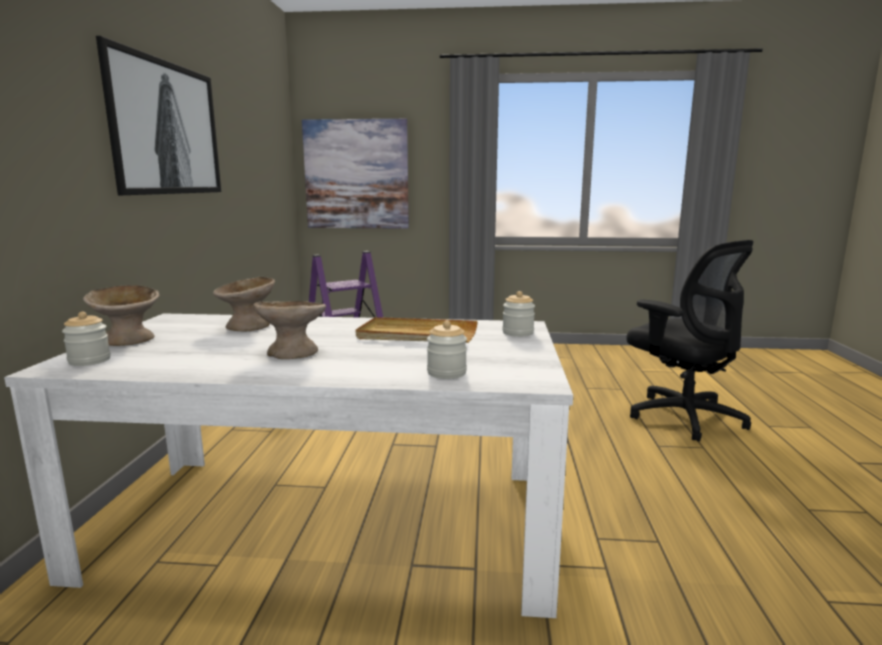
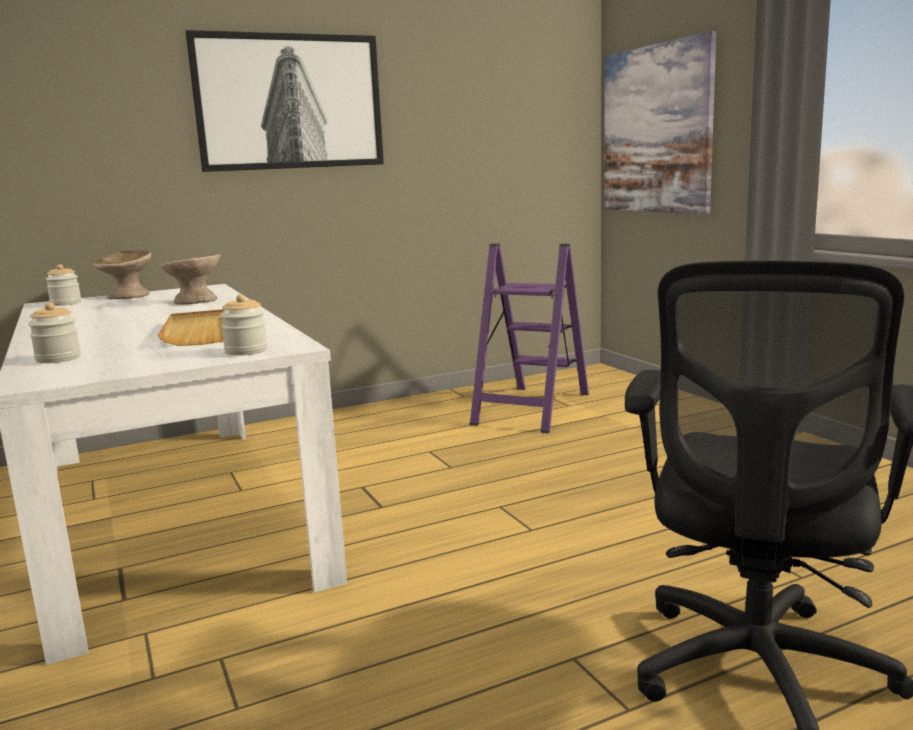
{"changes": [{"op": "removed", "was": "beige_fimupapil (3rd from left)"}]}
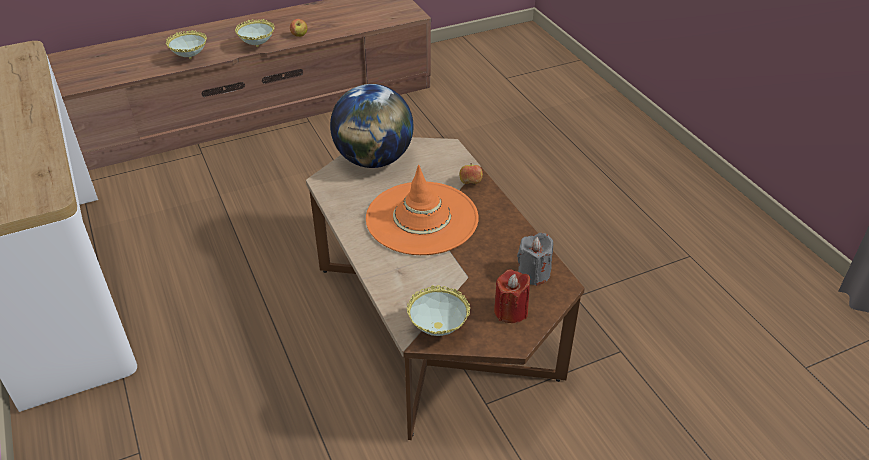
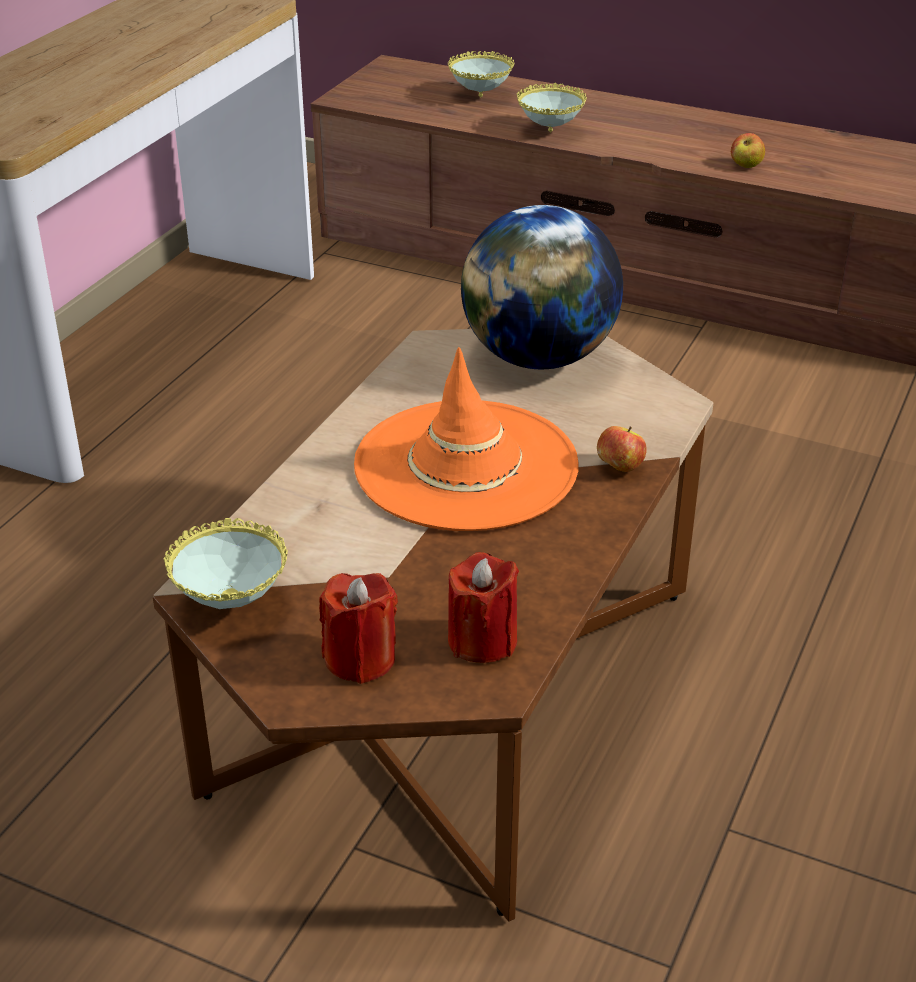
{"changes": [{"op": "moved", "was": "fimupapil (2nd from left)"}, {"op": "recoloured", "was": "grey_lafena", "now": "red_lafena (2nd from left)"}]}
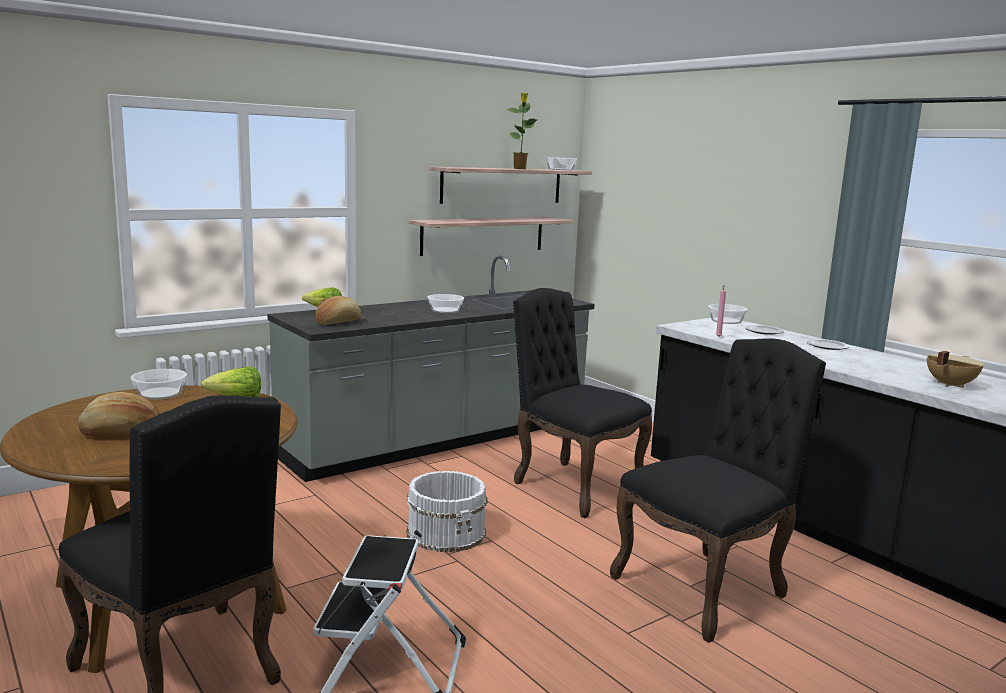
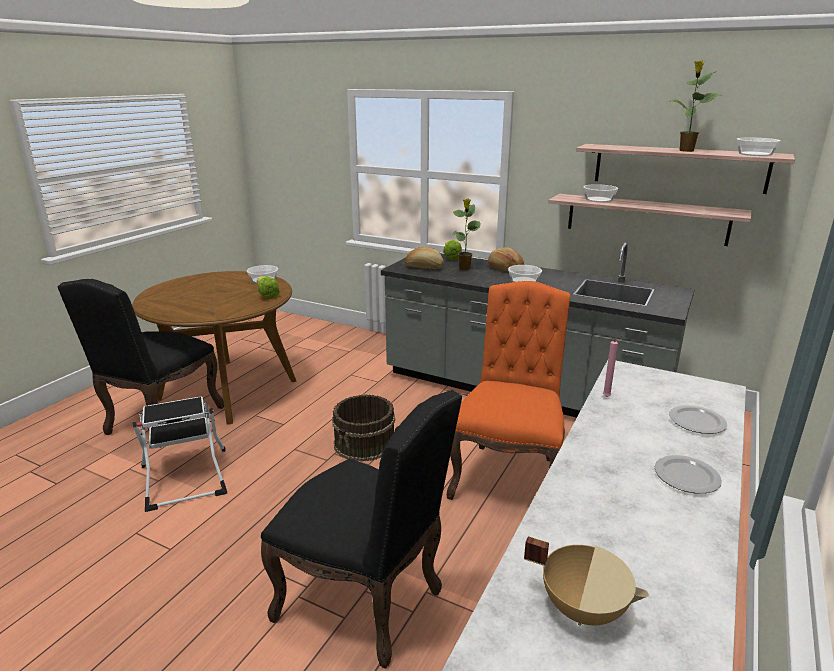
{"changes": [{"op": "recoloured", "was": "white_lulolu", "now": "brown_lulolu"}, {"op": "recoloured", "was": "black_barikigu (2nd from left)", "now": "orange_barikigu"}, {"op": "added", "now": "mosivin (1st from left)"}, {"op": "moved", "was": "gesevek (1st from left in the first image)", "now": "gesevek (2nd from left)"}, {"op": "moved", "was": "fimupapil (4th from left in the first image)", "now": "fimupapil (3rd from left)"}]}
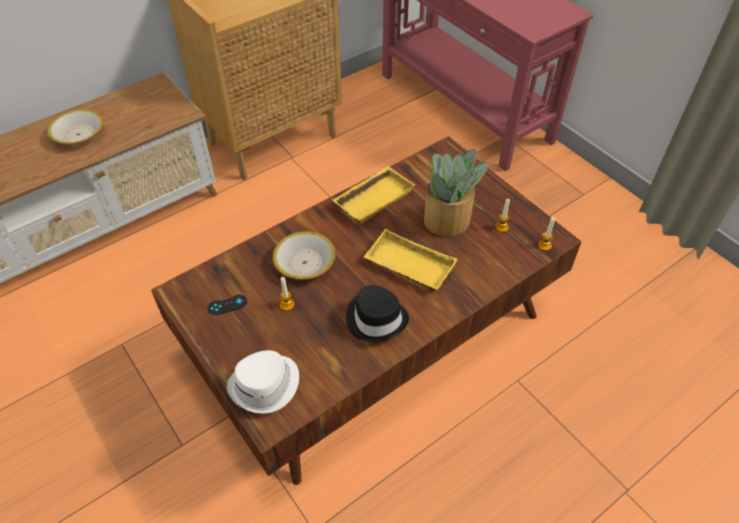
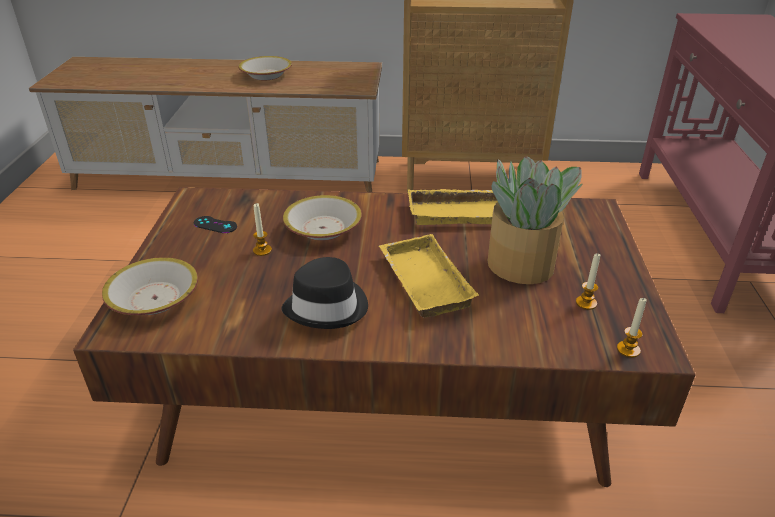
{"changes": [{"op": "replaced", "was": "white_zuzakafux", "now": "fimupapil (1st from left)"}]}
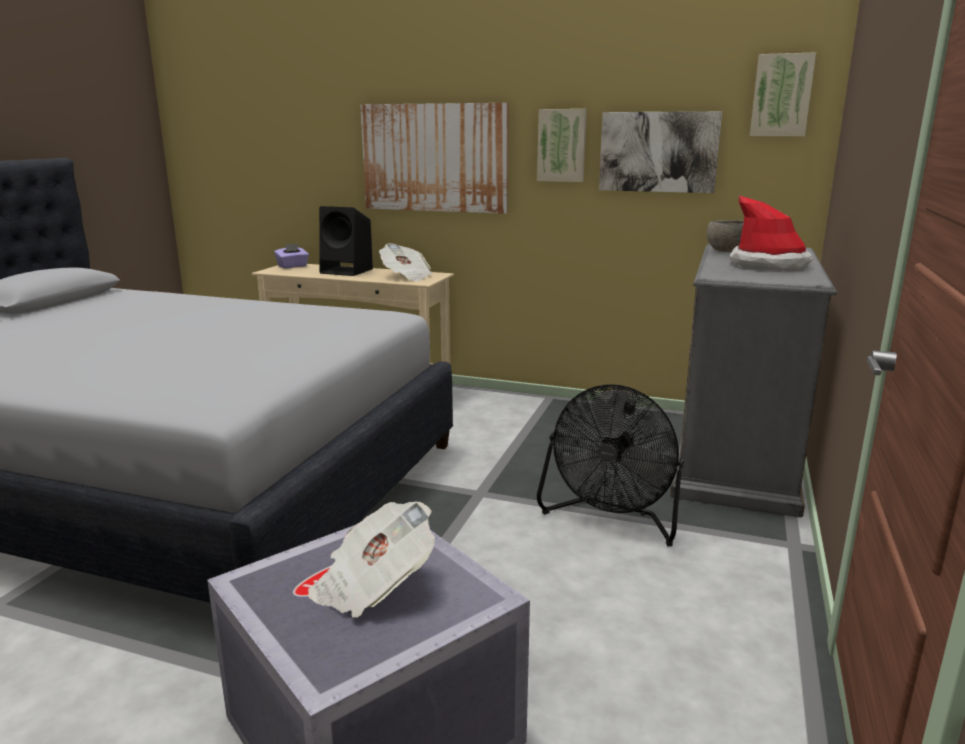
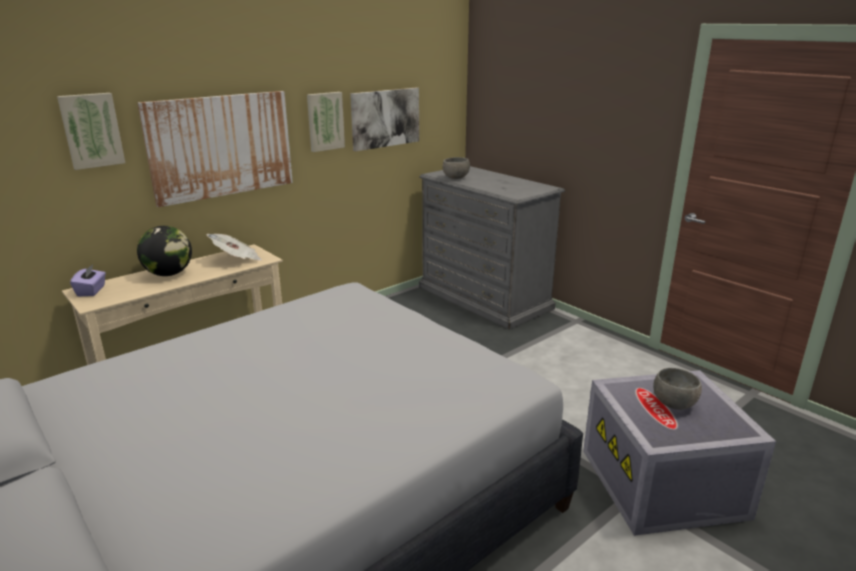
{"changes": [{"op": "moved", "was": "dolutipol (4th from left in the first image)", "now": "dolutipol (1st from left)"}, {"op": "replaced", "was": "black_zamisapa", "now": "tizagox"}, {"op": "replaced", "was": "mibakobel (1st from left)", "now": "grey_fimupapil (2nd from left)"}, {"op": "removed", "was": "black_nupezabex"}, {"op": "removed", "was": "zuzakafux"}]}
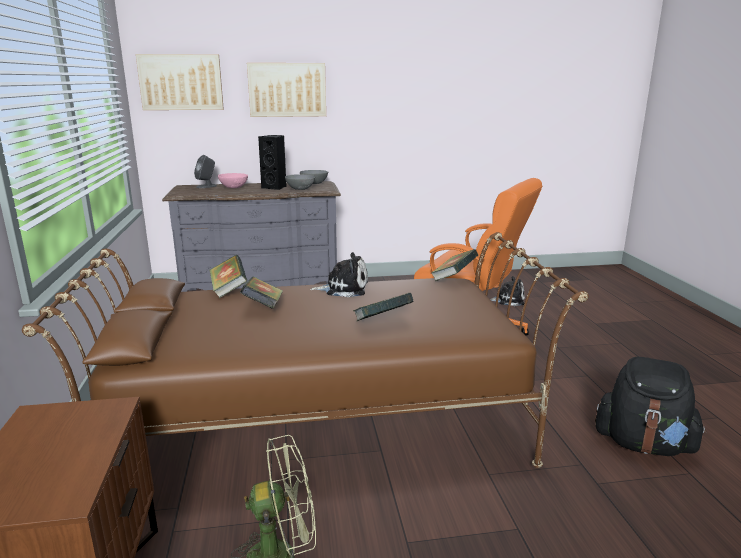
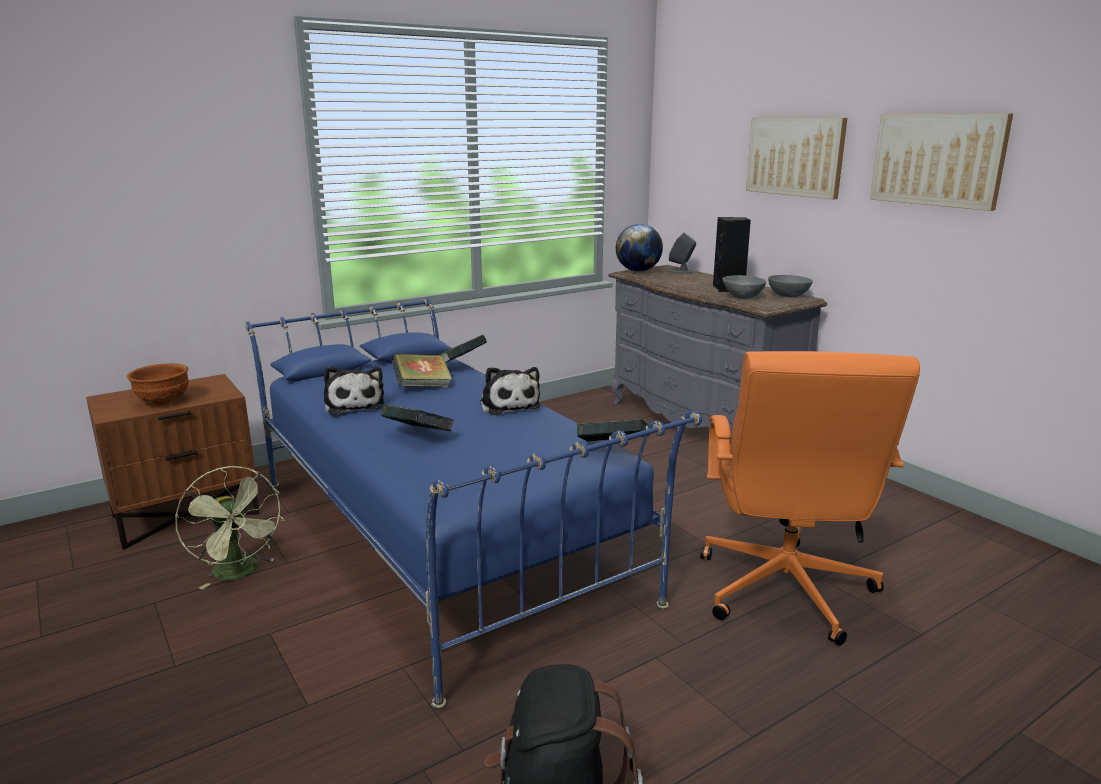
{"changes": [{"op": "added", "now": "brown_fimupapil"}, {"op": "recoloured", "was": "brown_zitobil", "now": "blue_zitobil"}, {"op": "moved", "was": "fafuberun (2nd from left in the first image)", "now": "fafuberun (1st from left)"}, {"op": "added", "now": "tizagox"}, {"op": "moved", "was": "dolutipol (1st from left in the first image)", "now": "dolutipol (2nd from left)"}, {"op": "removed", "was": "pink_fimupapil"}]}
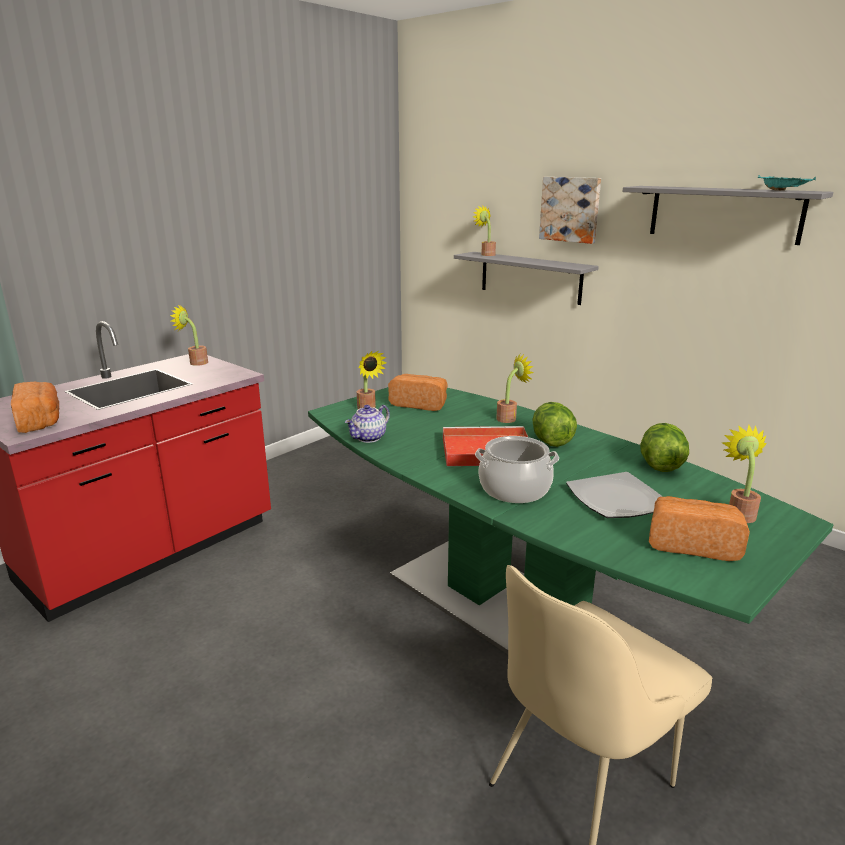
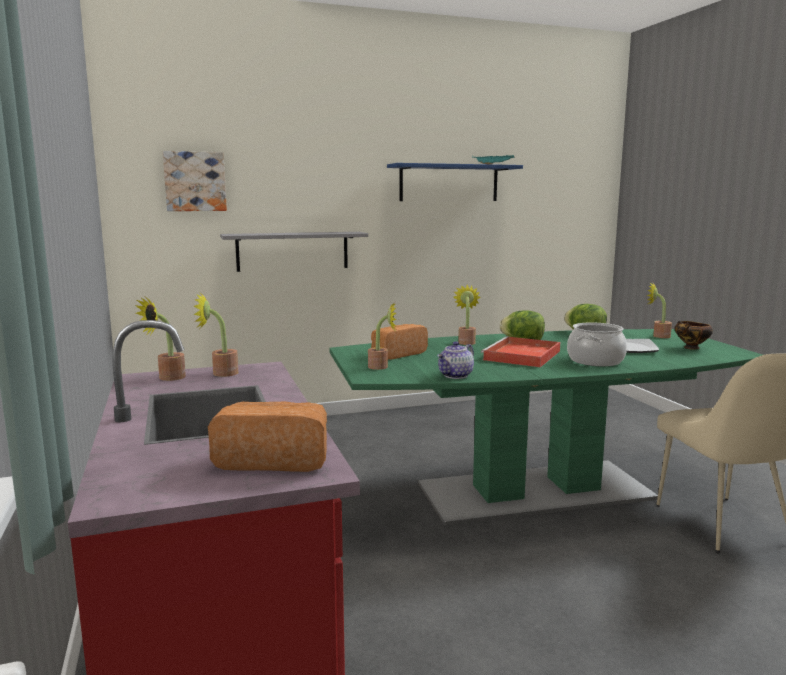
{"changes": [{"op": "moved", "was": "dolutipol"}, {"op": "moved", "was": "mosivin (3rd from left in the first image)", "now": "mosivin (2nd from left)"}, {"op": "recoloured", "was": "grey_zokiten (2nd from left)", "now": "blue_zokiten"}, {"op": "turned", "was": "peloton", "clockwise": 60}, {"op": "replaced", "was": "gesevek (3rd from left)", "now": "fimupapil"}]}
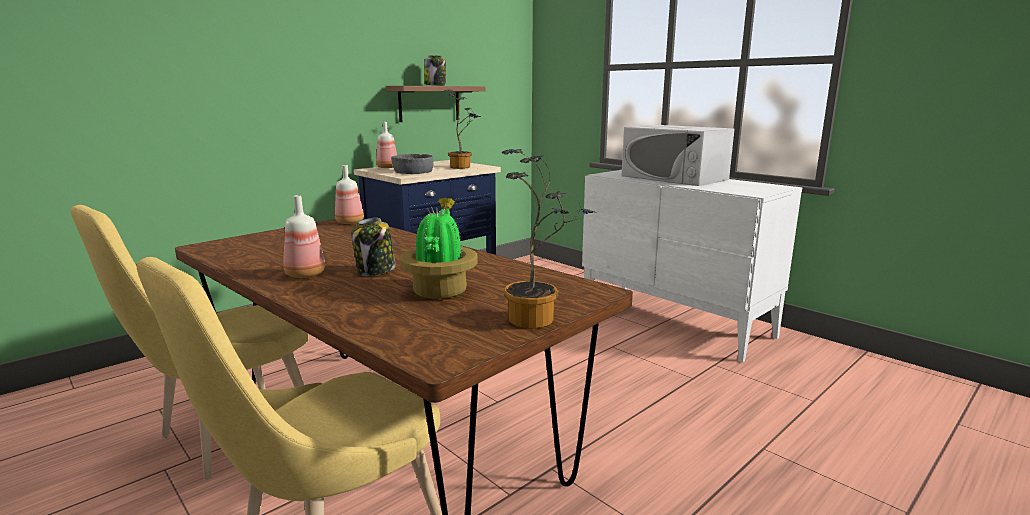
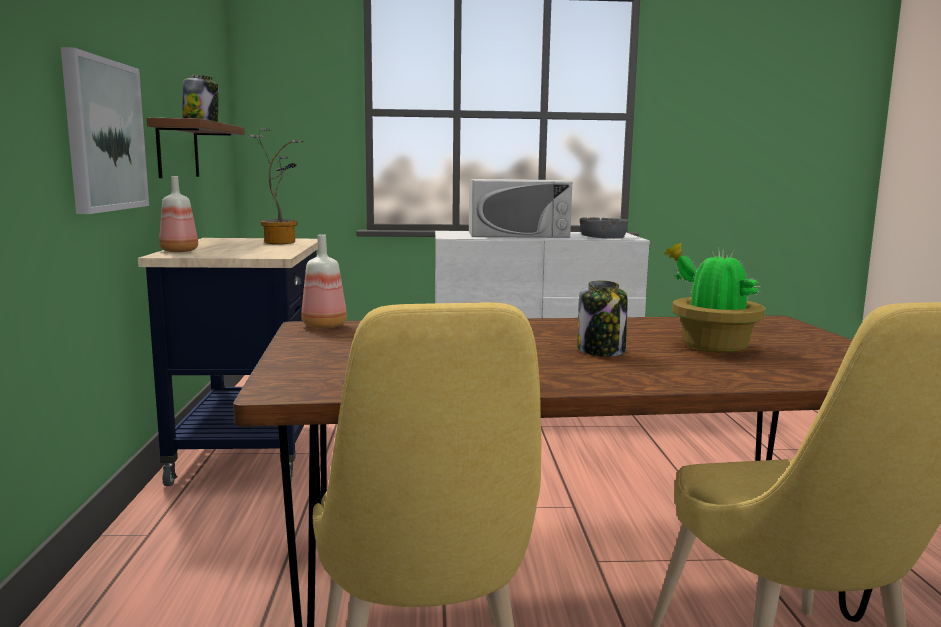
{"changes": [{"op": "added", "now": "dolutipol"}, {"op": "moved", "was": "grey_fimupapil"}, {"op": "removed", "was": "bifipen (1st from left)"}, {"op": "removed", "was": "mosivin (3rd from left)"}]}
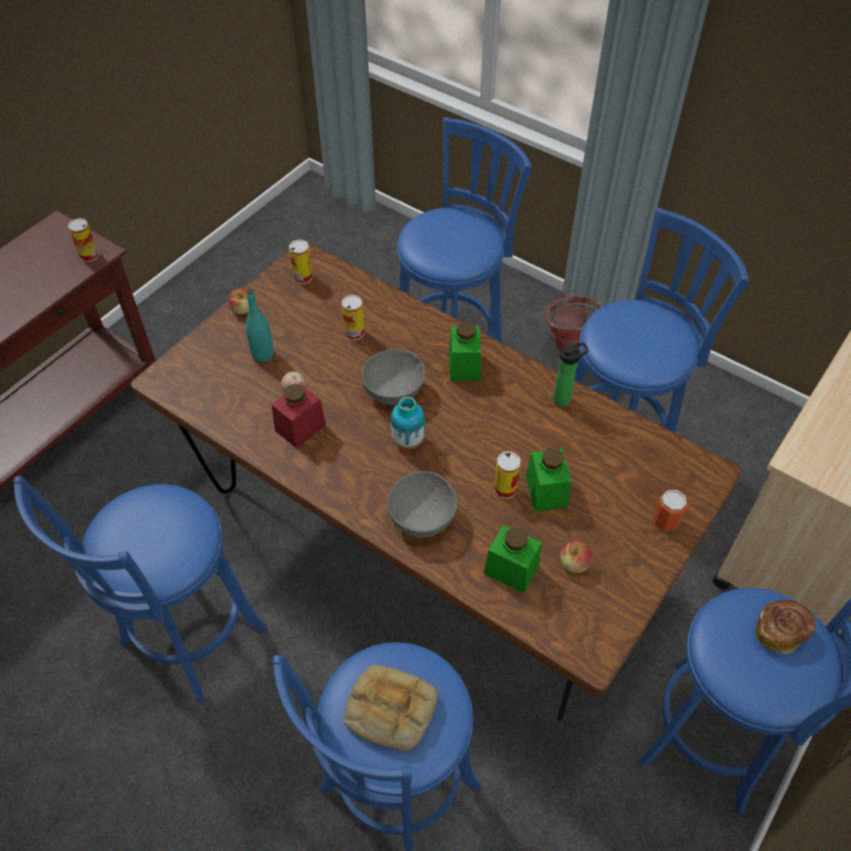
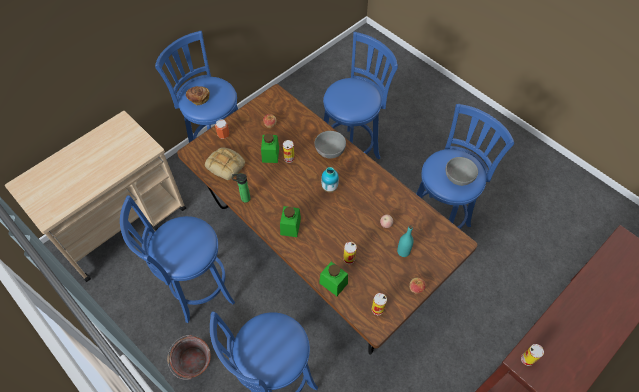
{"changes": [{"op": "moved", "was": "gesevek (1st from left in the first image)", "now": "gesevek (2nd from left)"}, {"op": "moved", "was": "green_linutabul (2nd from left in the first image)", "now": "green_linutabul (3rd from left)"}, {"op": "moved", "was": "grey_fimupapil (1st from left in the first image)", "now": "grey_fimupapil (2nd from left)"}, {"op": "removed", "was": "red_linutabul"}]}
